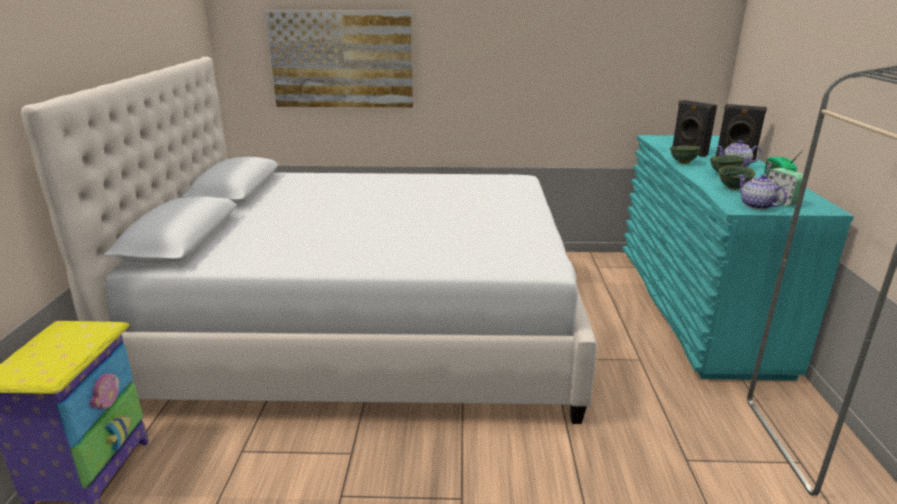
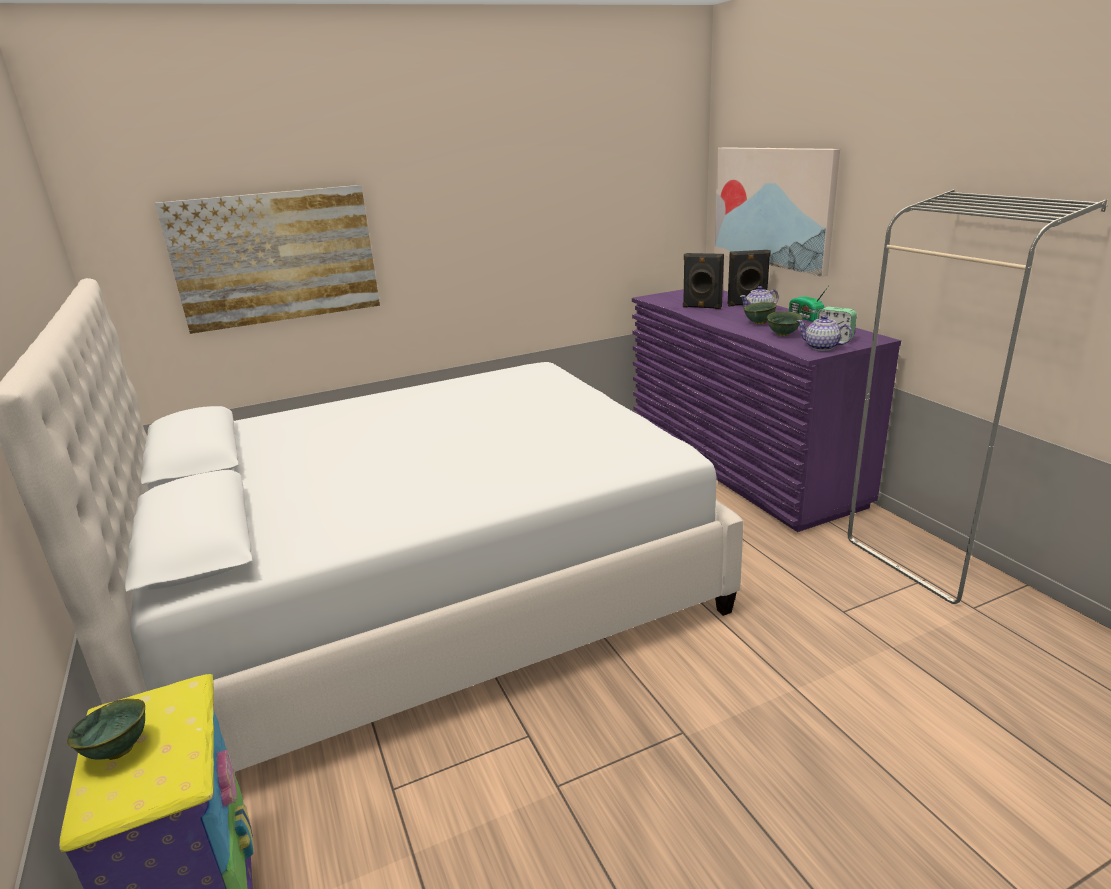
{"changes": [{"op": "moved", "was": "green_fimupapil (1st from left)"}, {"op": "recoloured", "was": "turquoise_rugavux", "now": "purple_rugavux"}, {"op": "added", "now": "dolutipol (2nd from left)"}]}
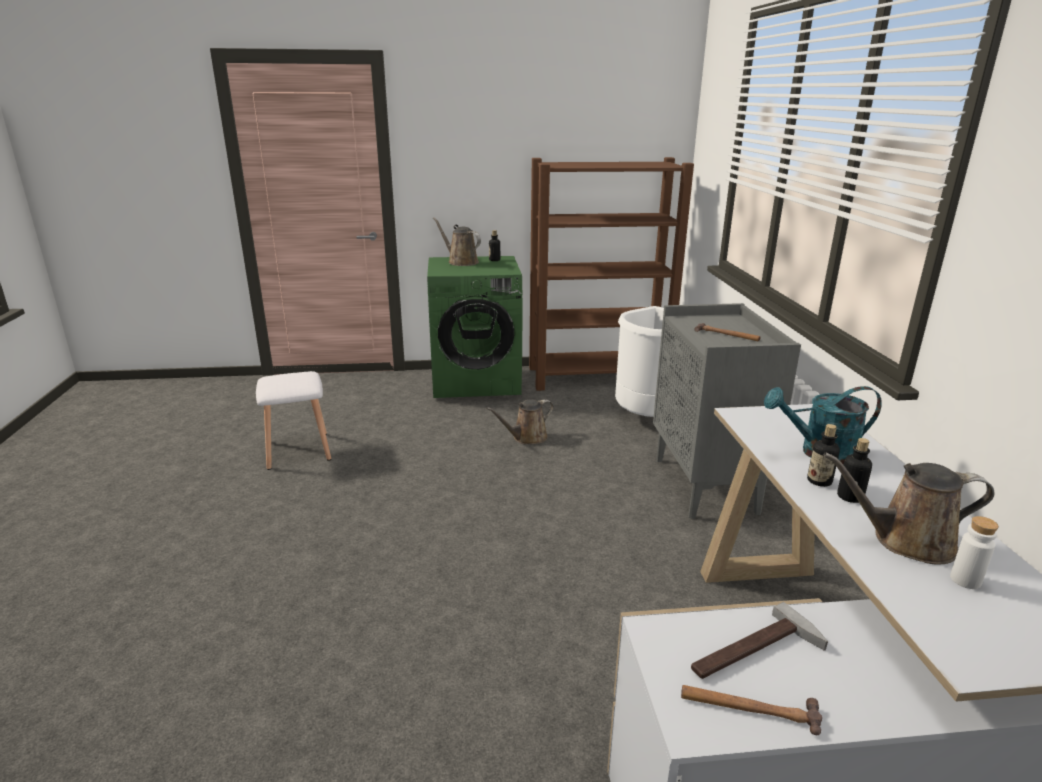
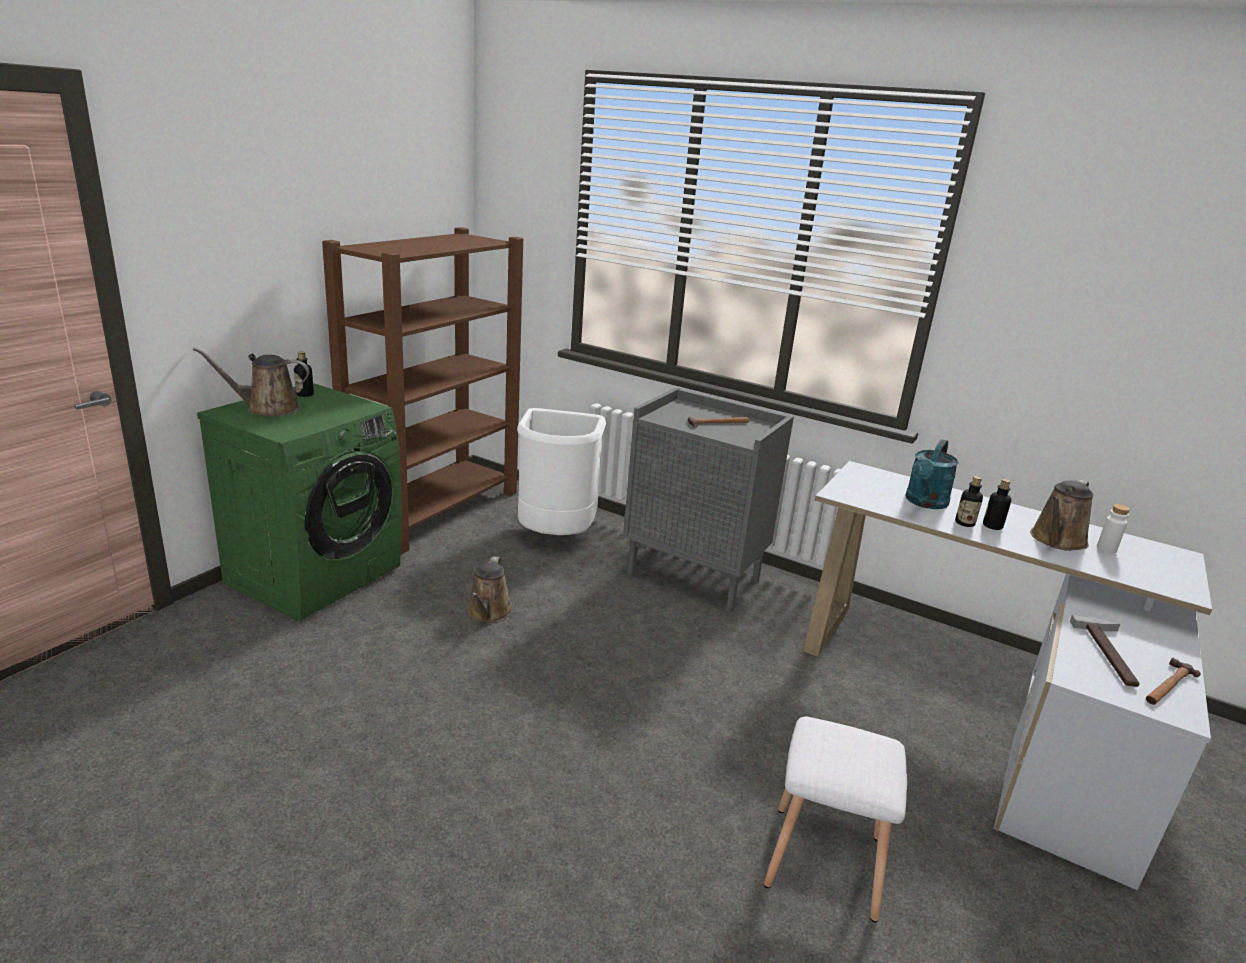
{"changes": [{"op": "moved", "was": "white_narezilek"}]}
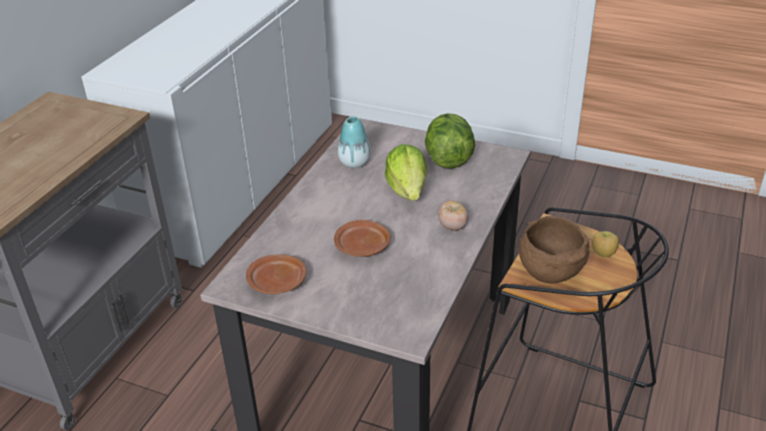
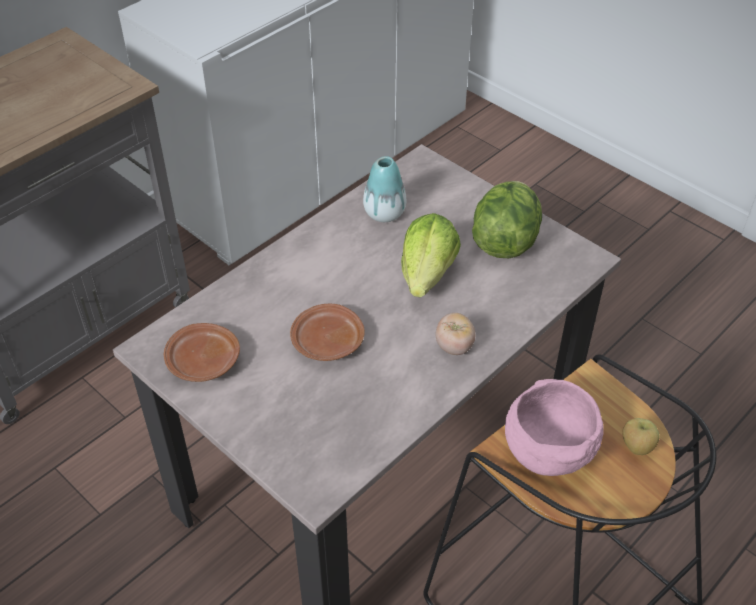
{"changes": [{"op": "recoloured", "was": "brown_fimupapil", "now": "pink_fimupapil"}]}
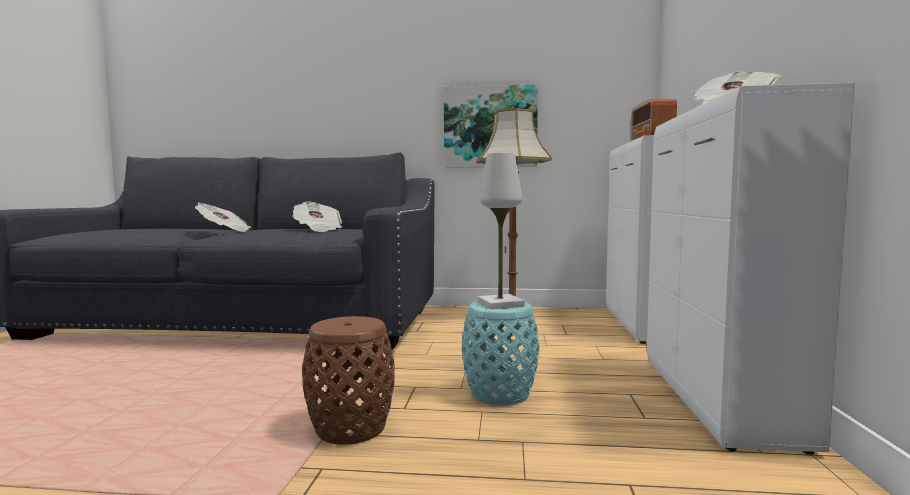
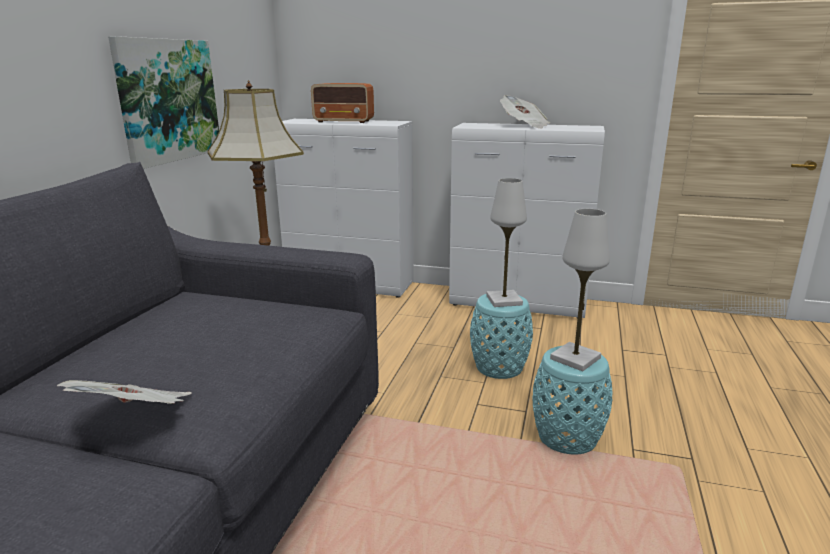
{"changes": [{"op": "recoloured", "was": "brown_narezilek", "now": "turquoise_narezilek (2nd from left)"}, {"op": "added", "now": "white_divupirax (2nd from left)"}, {"op": "removed", "was": "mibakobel (2nd from left)"}]}
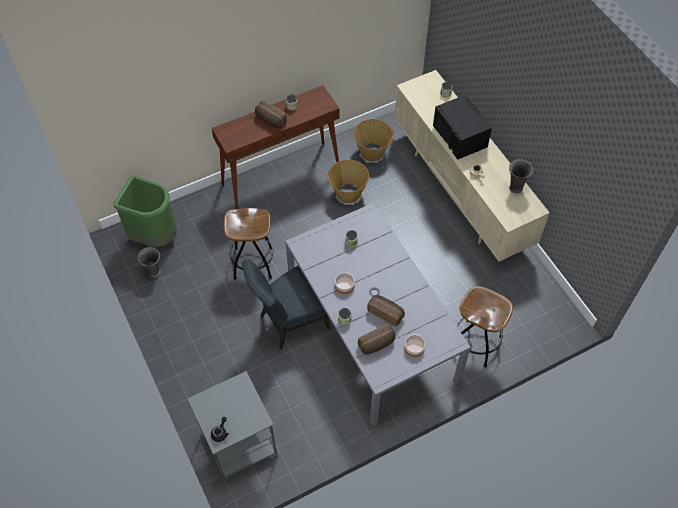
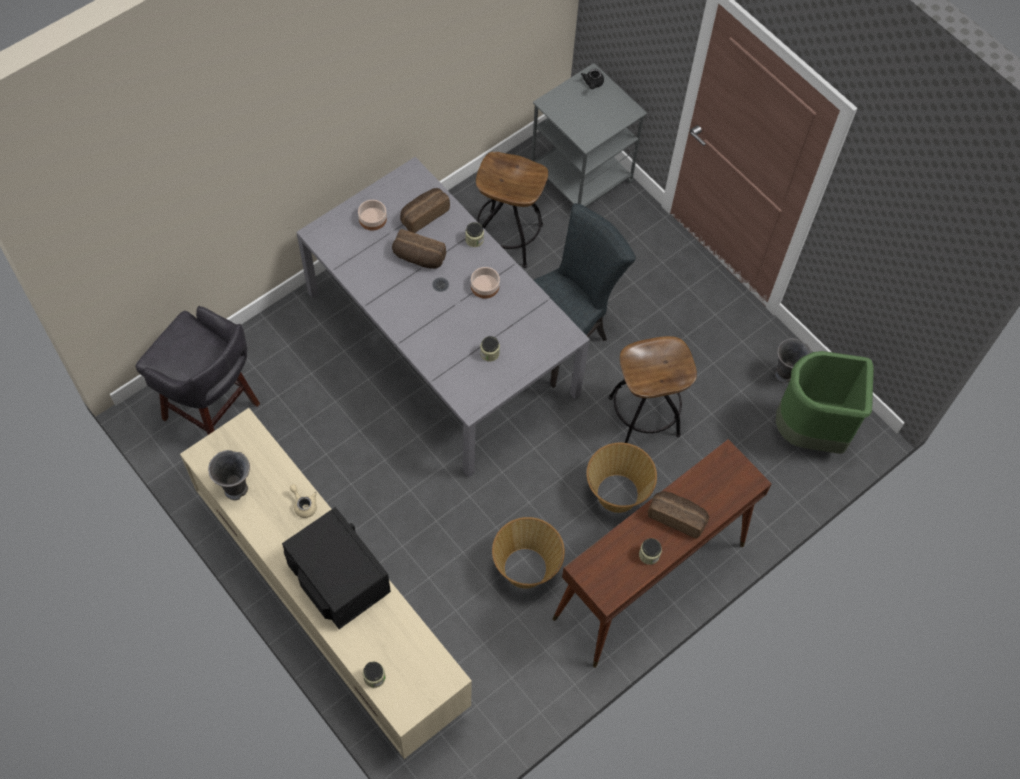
{"changes": [{"op": "added", "now": "grey_narezilek"}, {"op": "moved", "was": "brown_narezilek (2nd from left in the first image)", "now": "brown_narezilek (1st from left)"}, {"op": "moved", "was": "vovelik (2nd from left)"}]}
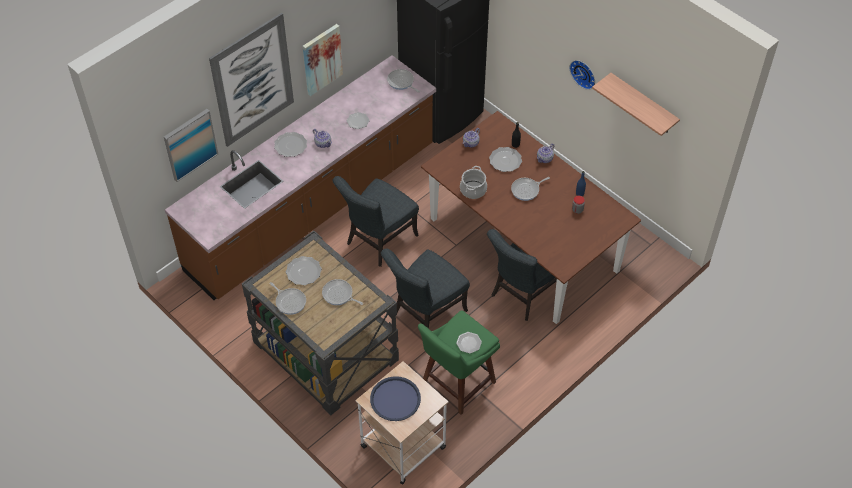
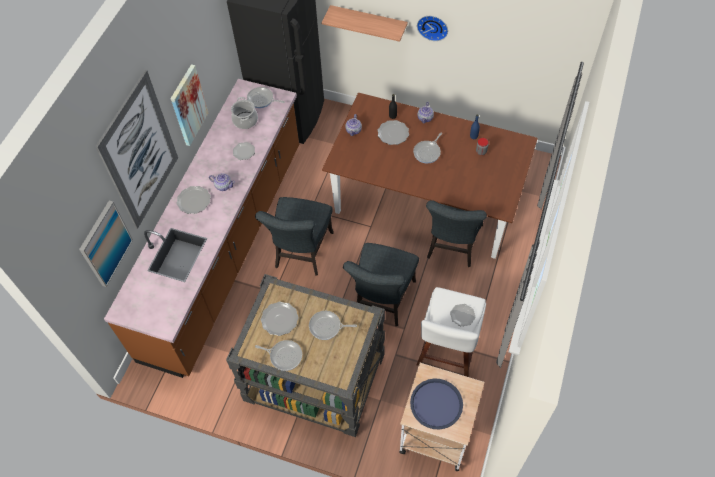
{"changes": [{"op": "moved", "was": "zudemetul"}, {"op": "moved", "was": "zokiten"}, {"op": "recoloured", "was": "green_narezilek", "now": "white_narezilek"}]}
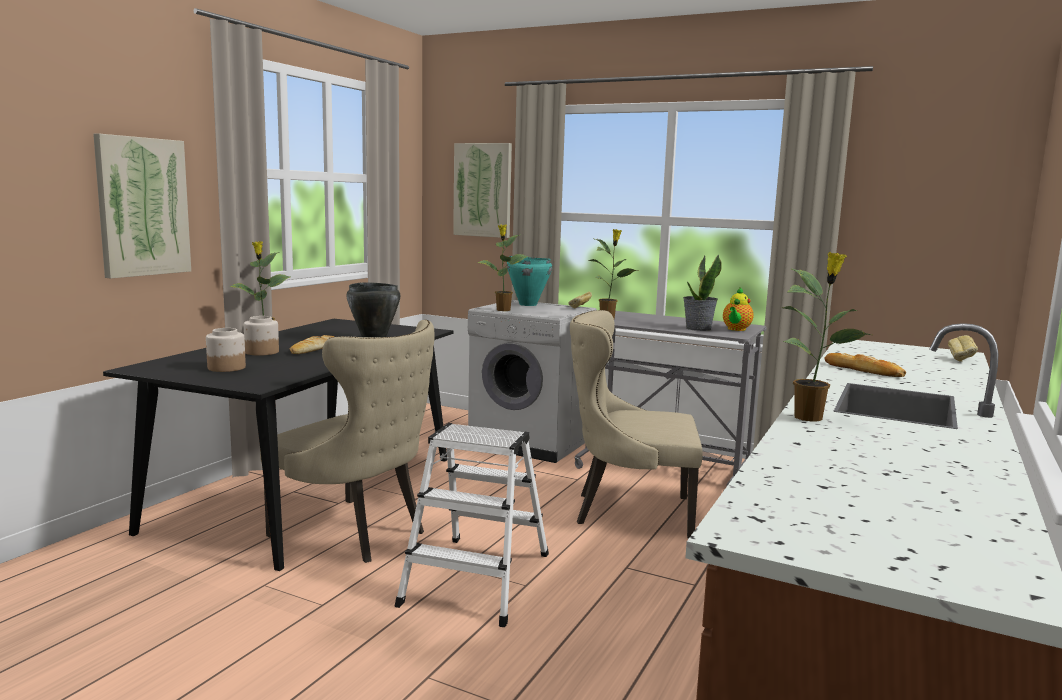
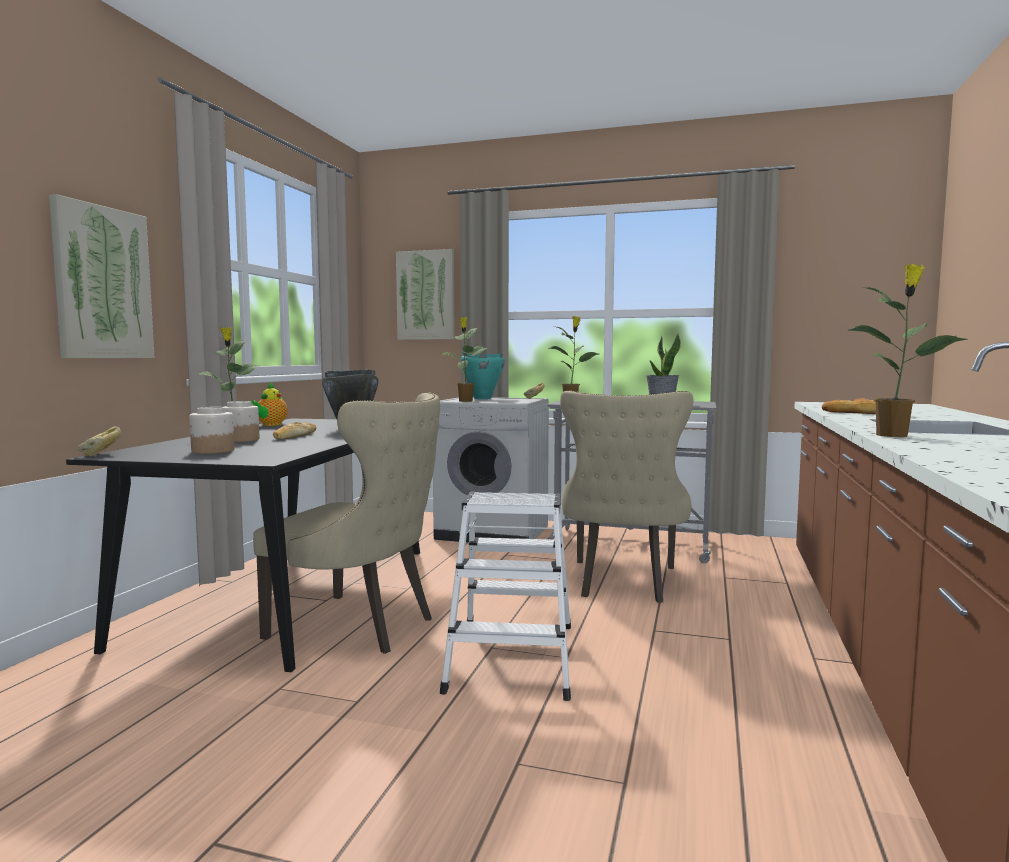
{"changes": [{"op": "moved", "was": "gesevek (4th from left in the first image)", "now": "gesevek (1st from left)"}, {"op": "moved", "was": "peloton"}, {"op": "turned", "was": "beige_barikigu (2nd from left)", "clockwise": -75}]}
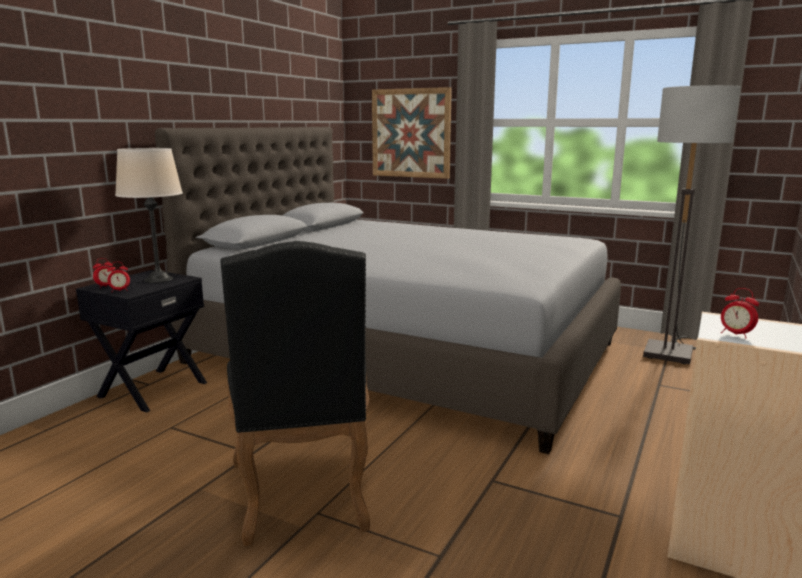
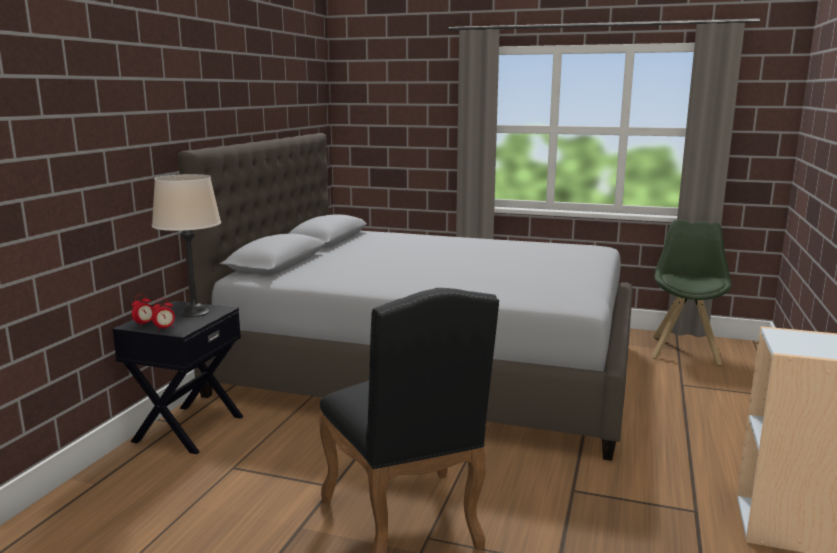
{"changes": [{"op": "replaced", "was": "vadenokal", "now": "green_barikigu"}, {"op": "removed", "was": "dolutipol"}, {"op": "removed", "was": "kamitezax (3rd from left)"}]}
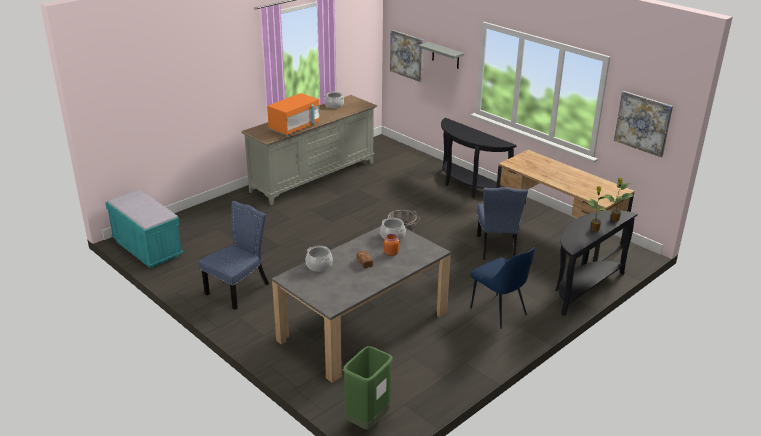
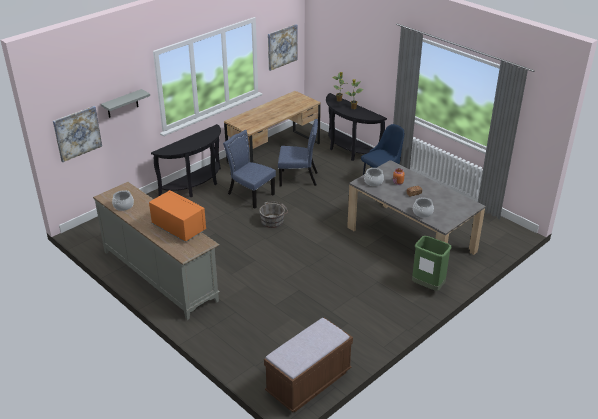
{"changes": [{"op": "moved", "was": "blue_barikigu (1st from left)"}, {"op": "recoloured", "was": "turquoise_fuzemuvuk", "now": "brown_fuzemuvuk"}, {"op": "moved", "was": "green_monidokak"}]}
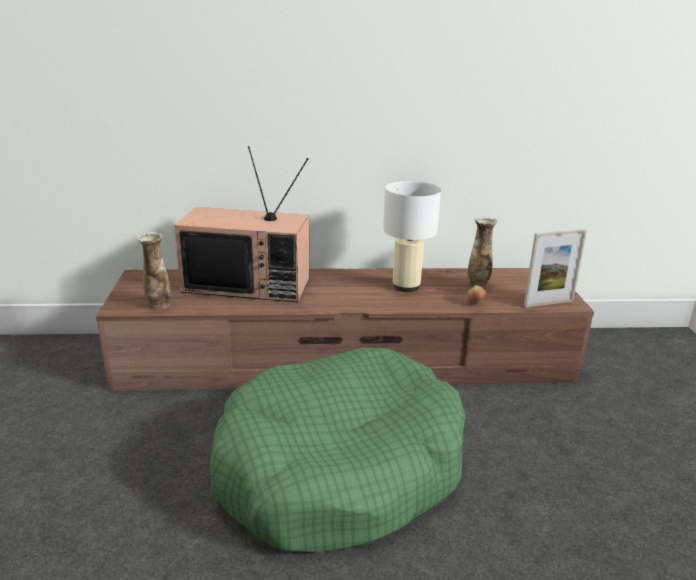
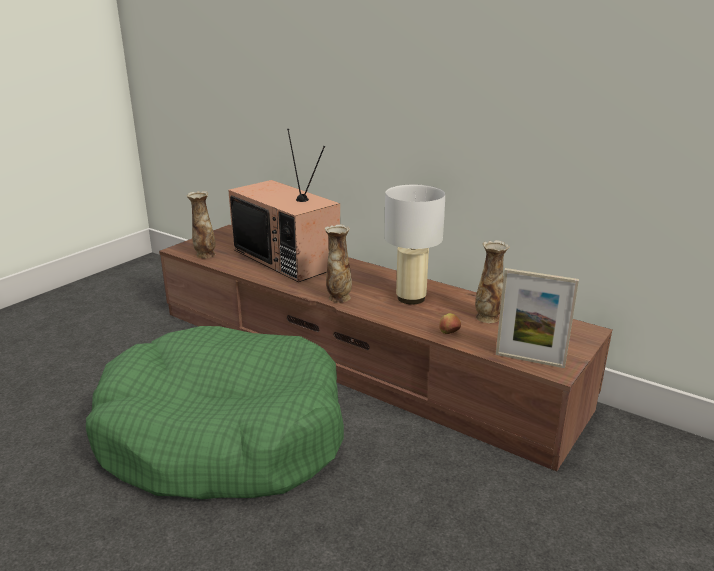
{"changes": [{"op": "added", "now": "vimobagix (2nd from left)"}]}
